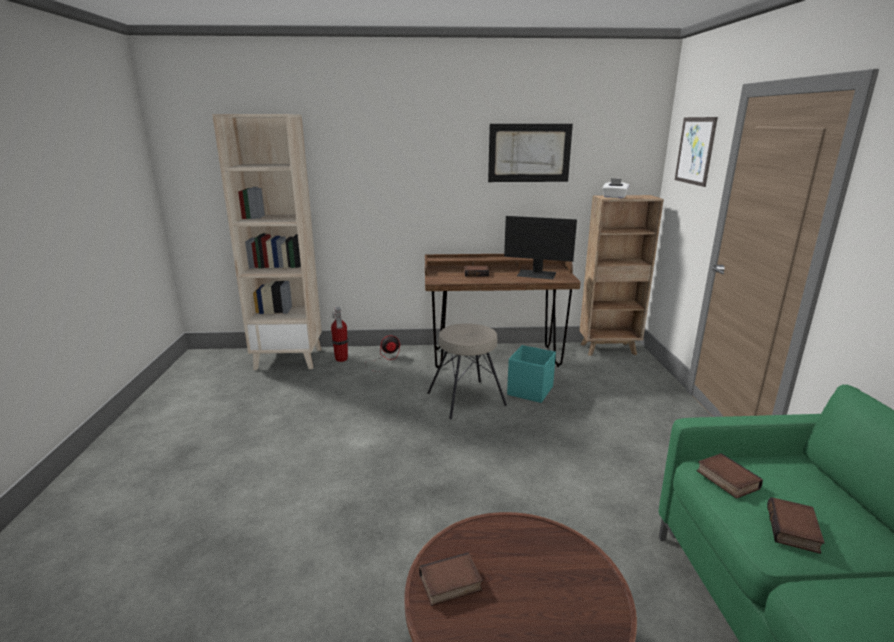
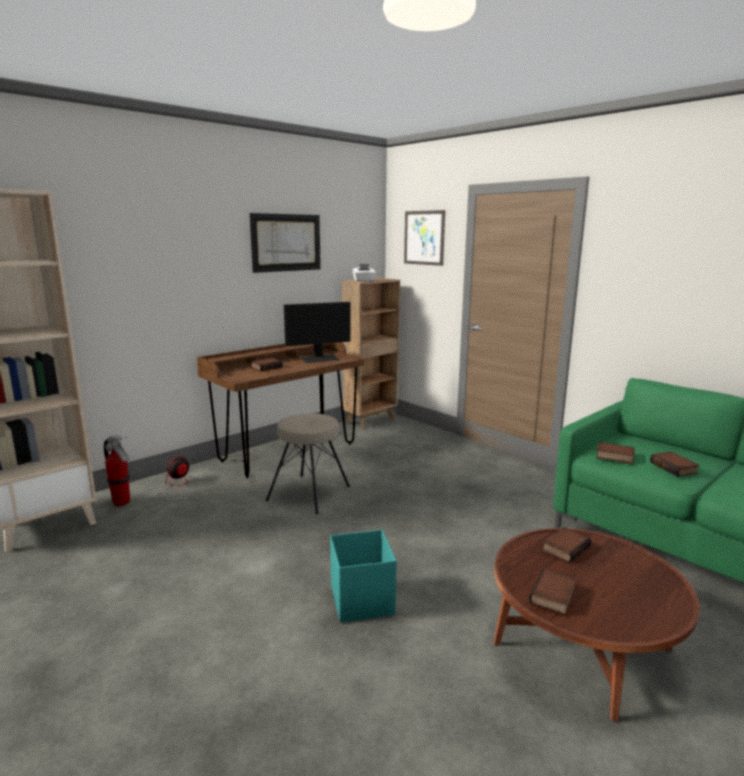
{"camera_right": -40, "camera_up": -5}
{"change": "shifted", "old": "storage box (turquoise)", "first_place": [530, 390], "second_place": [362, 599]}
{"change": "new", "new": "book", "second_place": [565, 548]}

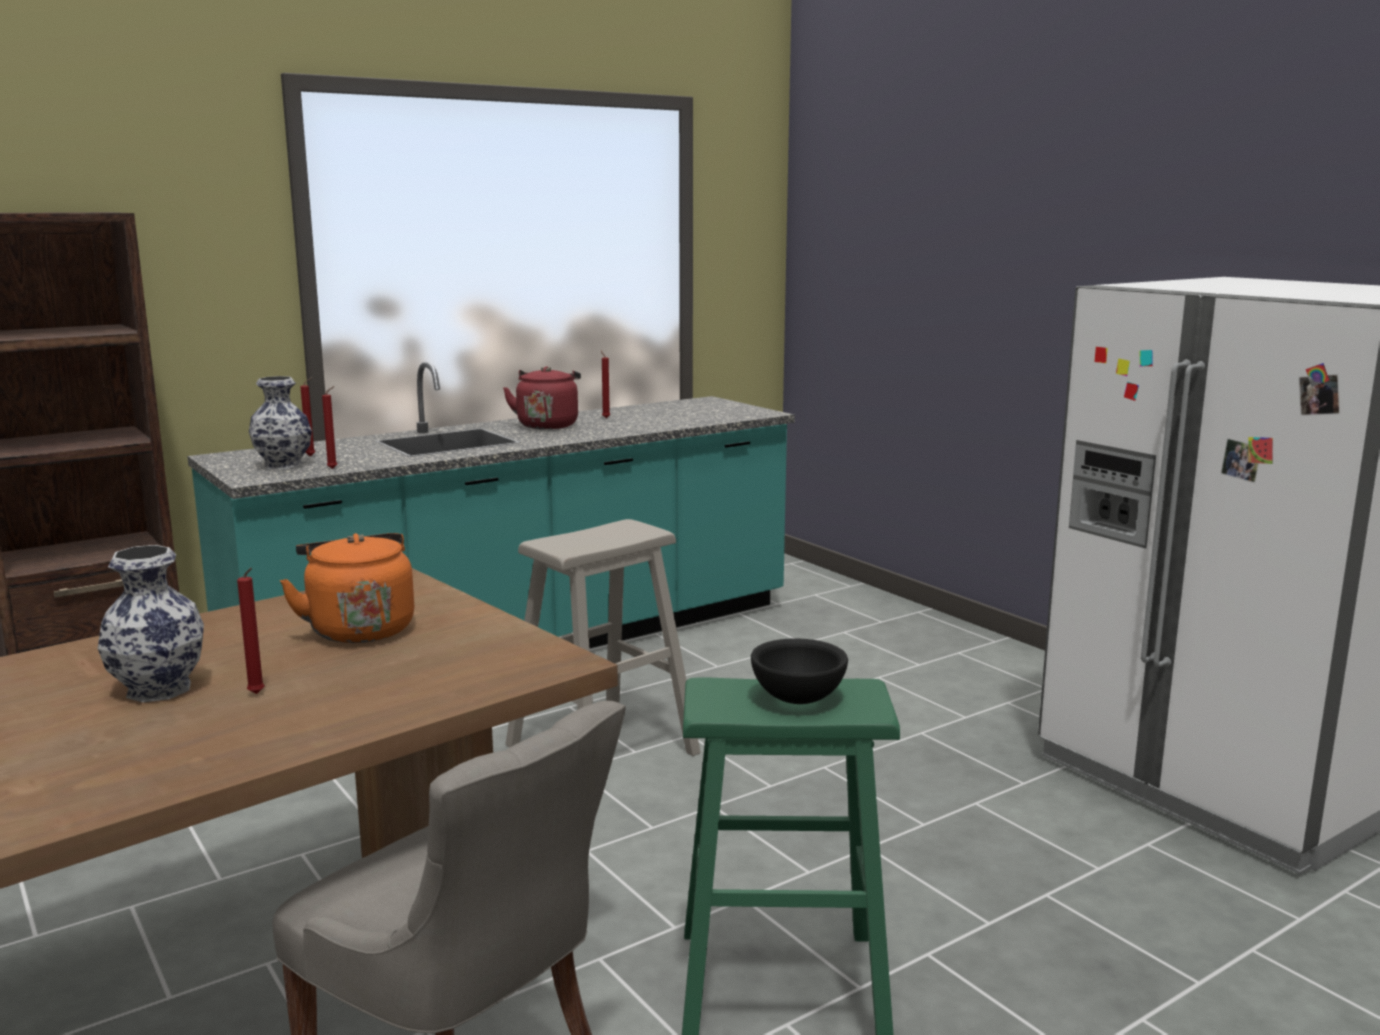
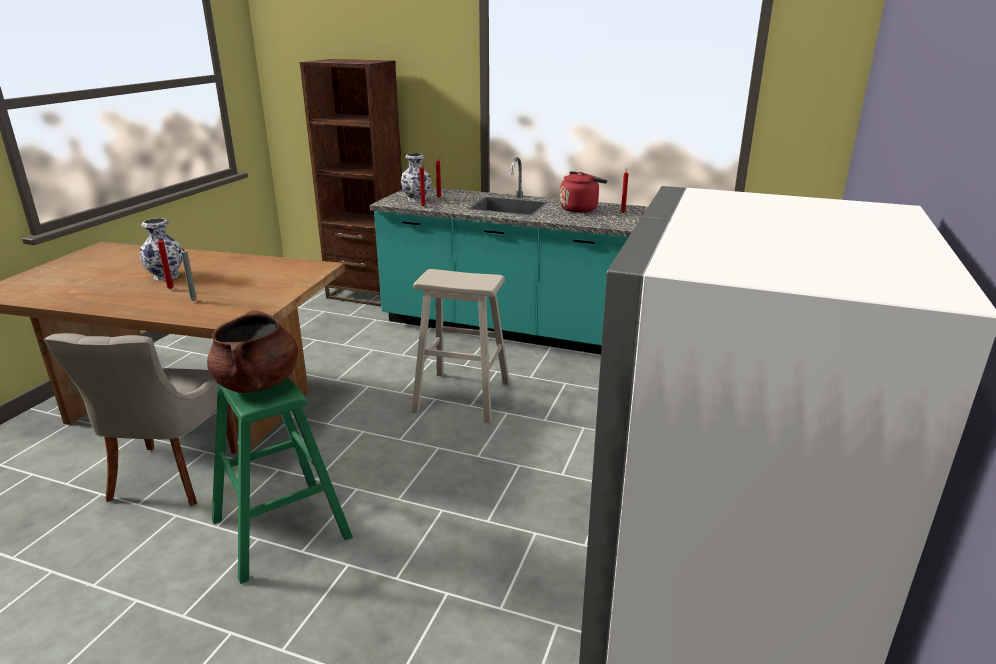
{"camera_right": 55, "camera_up": 10}
{"change": "new", "new": "candle (grey)", "second_place": [193, 301]}
{"change": "swapped", "old": "bowl (black)", "new": "cooking pot (brown)", "first_place": [799, 698], "second_place": [258, 383]}
{"change": "gone", "old": "kettle (orange)", "first_place": [359, 629]}

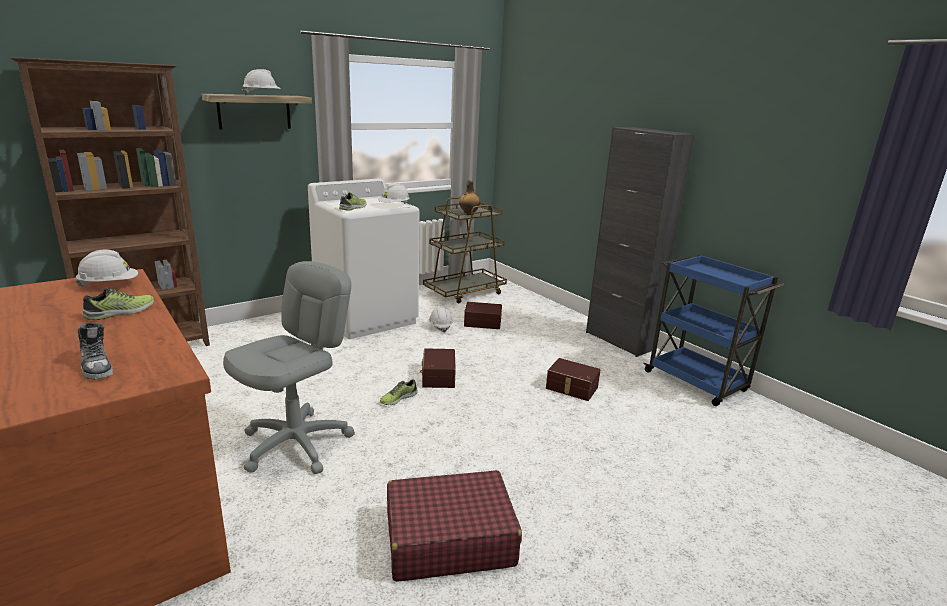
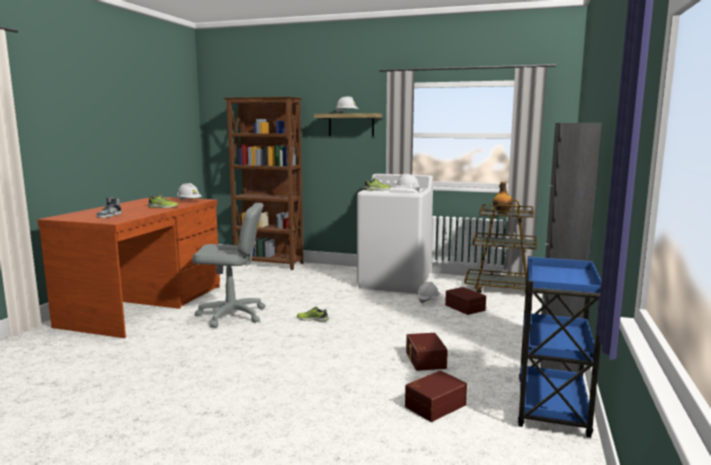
{"camera_right": 55, "camera_up": -10}
{"change": "shifted", "old": "storage box (brown)", "first_place": [437, 376], "second_place": [434, 405]}
{"change": "gone", "old": "suitcase (red)", "first_place": [448, 539]}

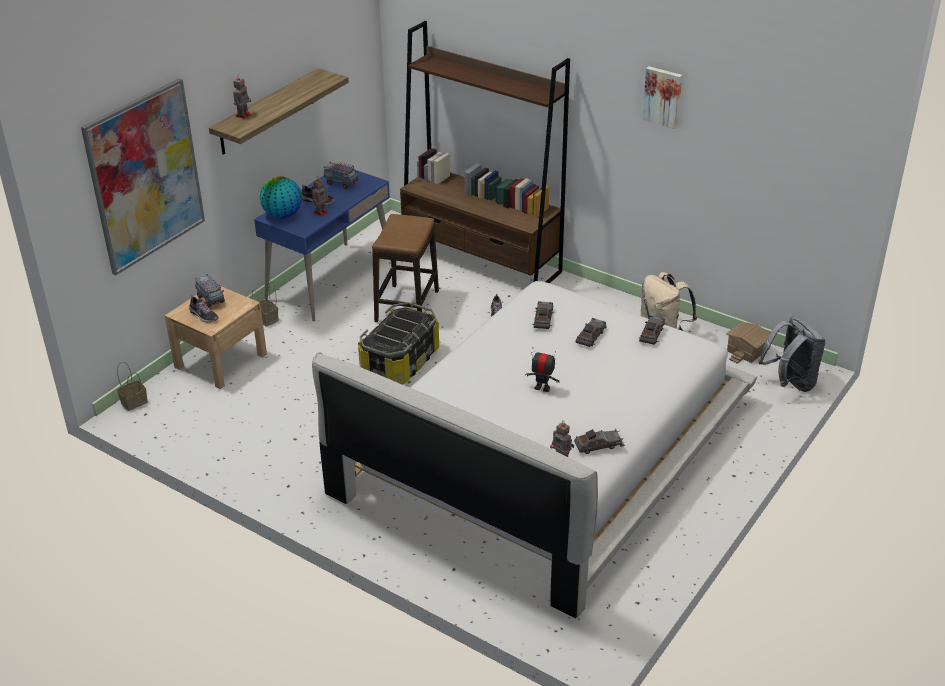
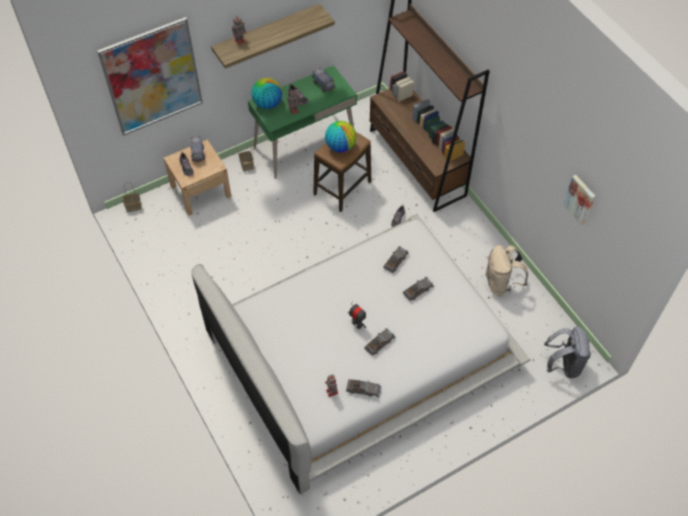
{"camera_right": 25, "camera_up": 20}
{"change": "repainted", "old": "desk (blue)", "new": "desk (green)", "first_place": [330, 281], "second_place": [304, 145]}
{"change": "new", "new": "globe", "second_place": [340, 146]}
{"change": "shifted", "old": "toy car (grey)", "first_place": [652, 333], "second_place": [380, 343]}
{"change": "shifted", "old": "picture", "first_place": [663, 96], "second_place": [580, 199]}
{"change": "gone", "old": "storage box", "first_place": [400, 363]}
{"change": "gone", "old": "toy house", "first_place": [747, 351]}

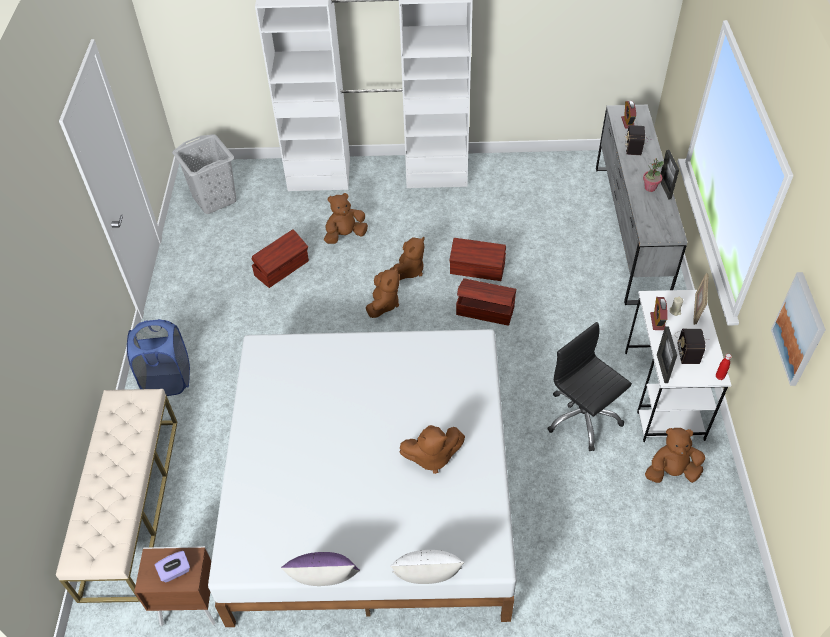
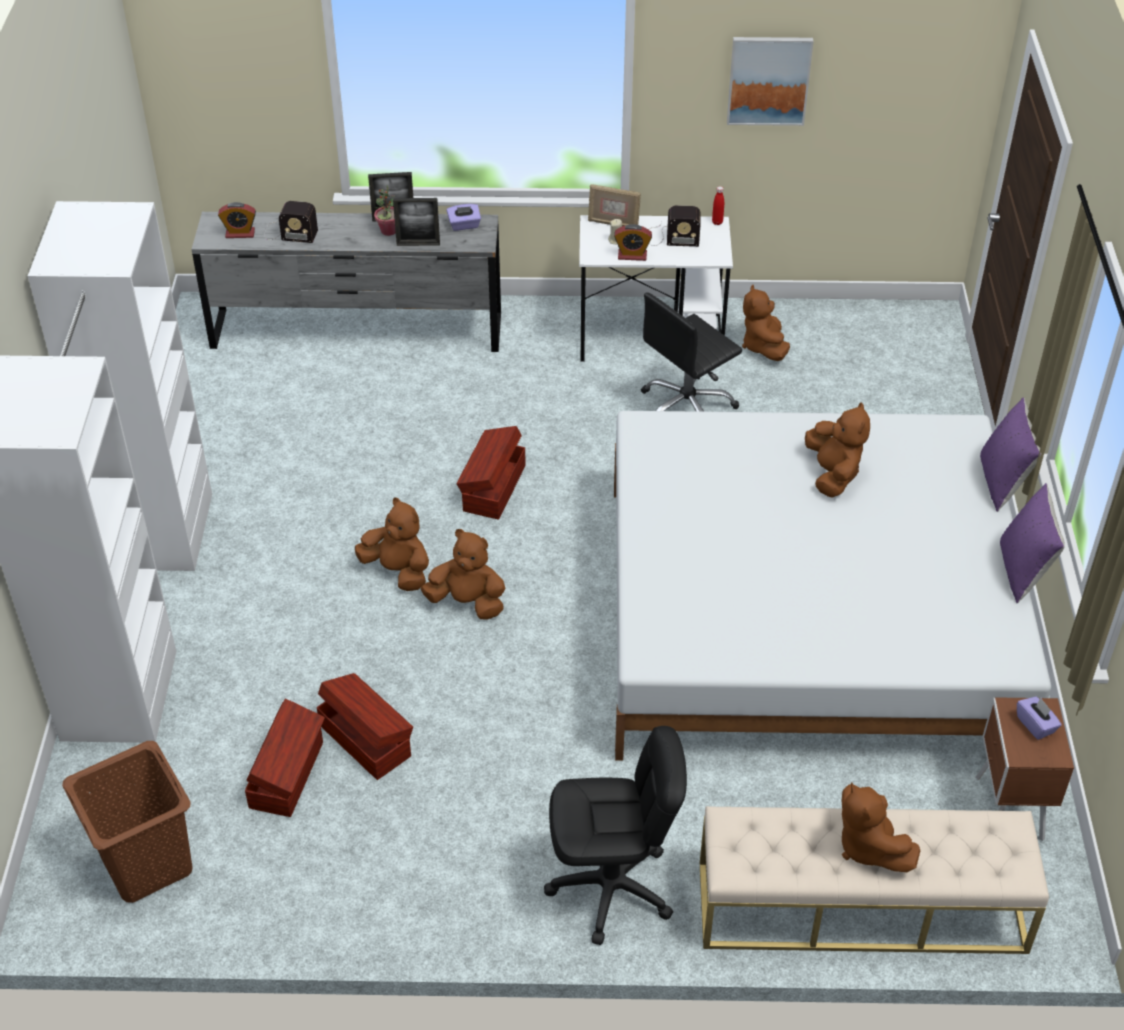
{"camera_right": -90, "camera_up": -5}
{"change": "repainted", "old": "laundry basket (grey)", "new": "laundry basket (brown)", "first_place": [215, 198], "second_place": [146, 863]}
{"change": "shifted", "old": "storage box (brown)", "first_place": [477, 269], "second_place": [288, 774]}
{"change": "shifted", "old": "picture frame", "first_place": [662, 368], "second_place": [418, 244]}
{"change": "new", "new": "tissue box (purple)", "second_place": [464, 225]}
{"change": "swapped", "old": "laundry basket (blue)", "new": "office chair (black)", "first_place": [167, 380], "second_place": [611, 888]}
{"change": "shifted", "old": "plush toy (brown)", "first_place": [345, 235], "second_place": [868, 846]}
{"change": "repainted", "old": "pillow (white)", "new": "pillow (purple)", "first_place": [427, 580], "second_place": [1002, 482]}

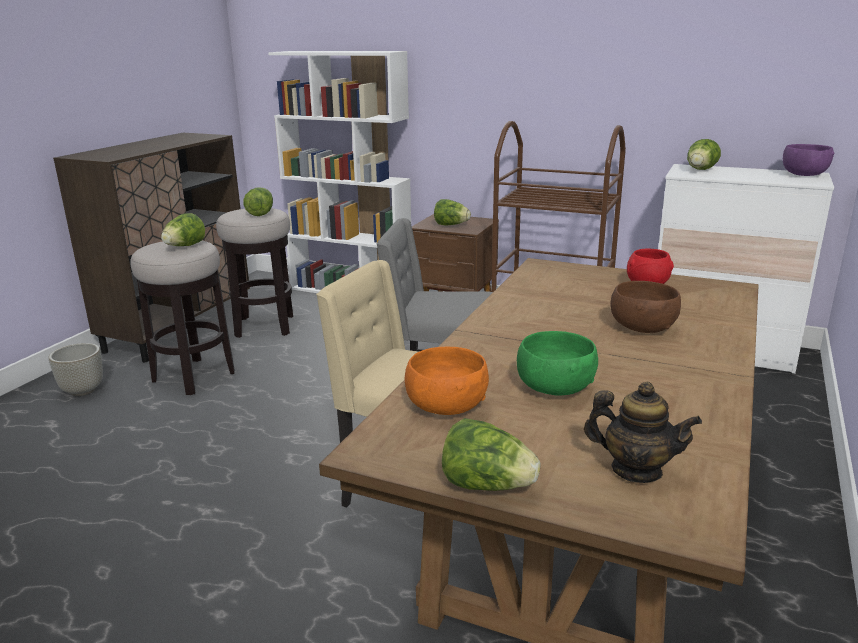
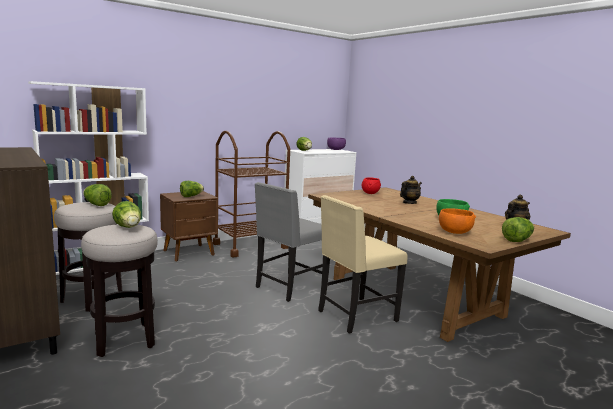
{"camera_right": -60, "camera_up": -10}
{"change": "swapped", "old": "bowl (brown)", "new": "teapot", "first_place": [641, 328], "second_place": [409, 203]}
{"change": "gone", "old": "planter (grey)", "first_place": [83, 390]}

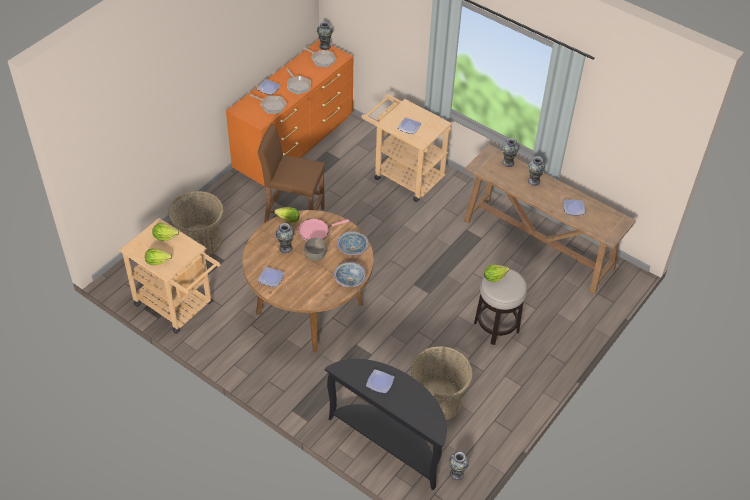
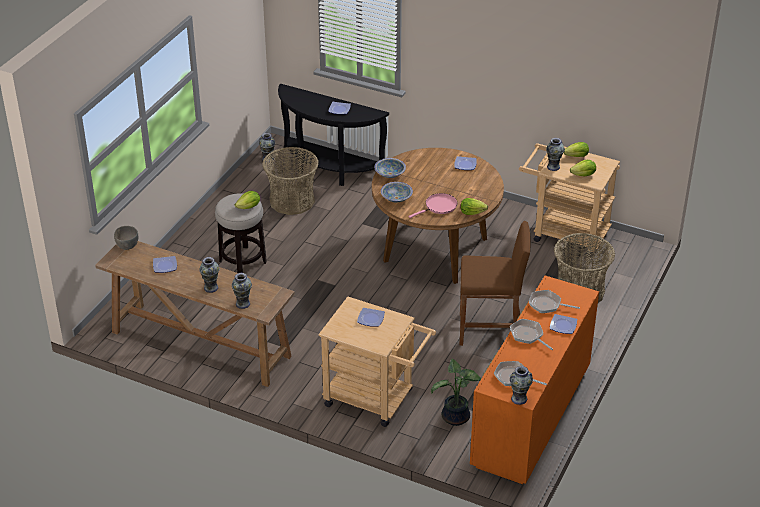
{"camera_right": 170, "camera_up": -10}
{"change": "shifted", "old": "bowl (grey)", "first_place": [315, 256], "second_place": [127, 246]}
{"change": "new", "new": "potted plant", "second_place": [455, 418]}
{"change": "shifted", "old": "vase", "first_place": [285, 248], "second_place": [553, 167]}

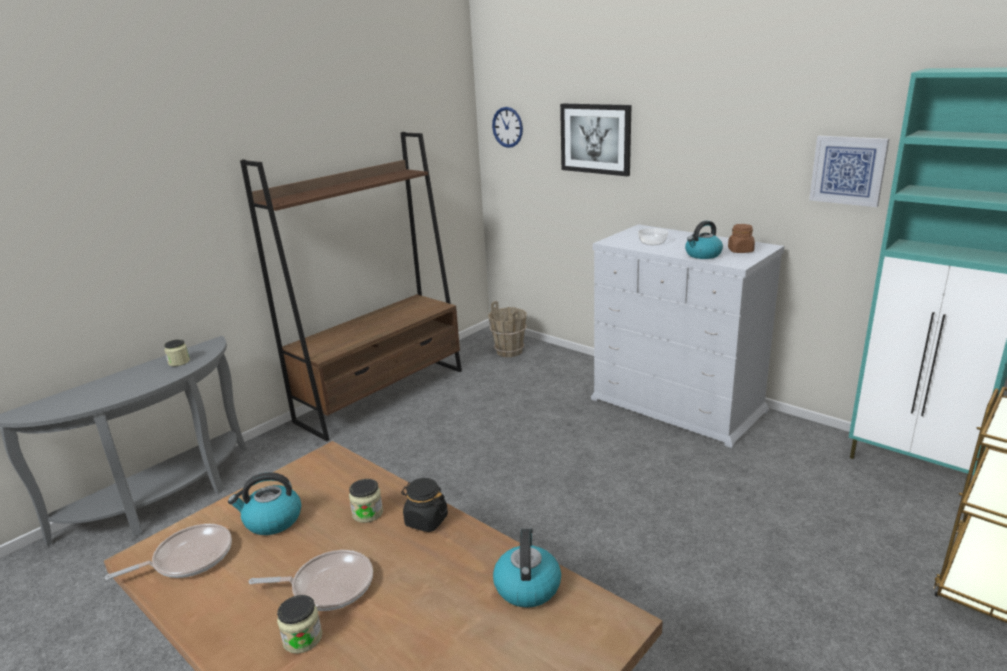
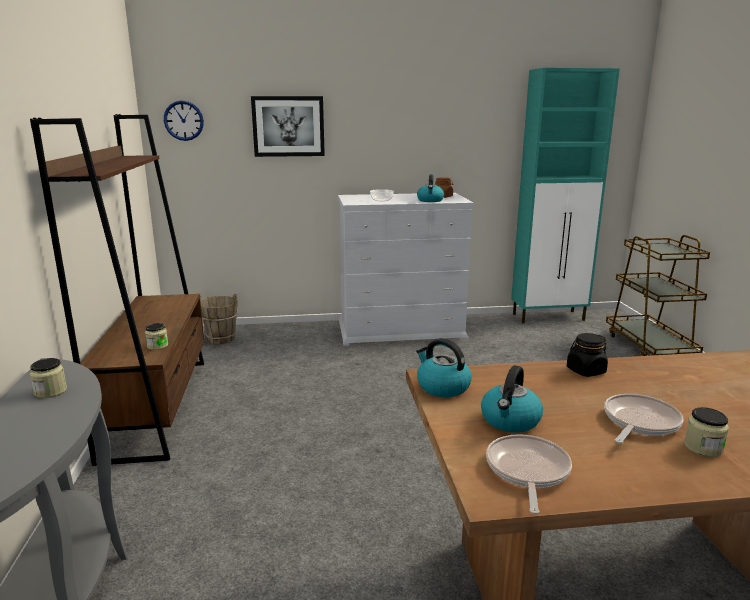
{"camera_right": -50, "camera_up": -5}
{"change": "shifted", "old": "jar", "first_place": [367, 513], "second_place": [157, 346]}
{"change": "shifted", "old": "kettle", "first_place": [527, 586], "second_place": [442, 387]}
{"change": "gone", "old": "picture", "first_place": [848, 170]}

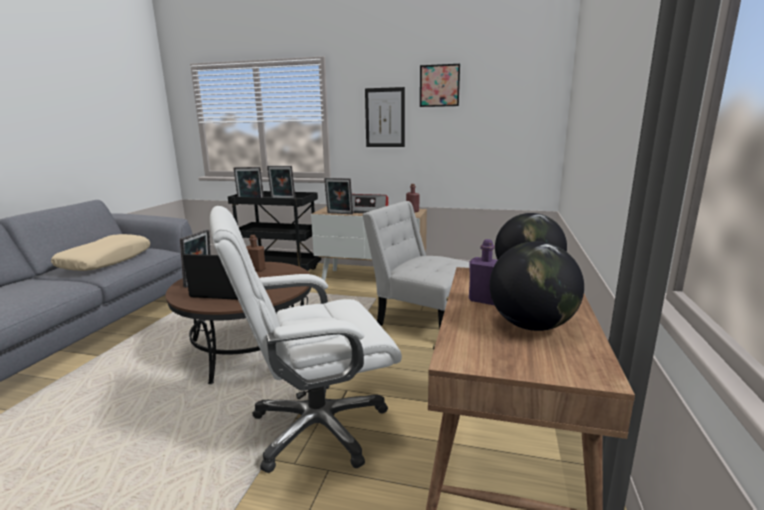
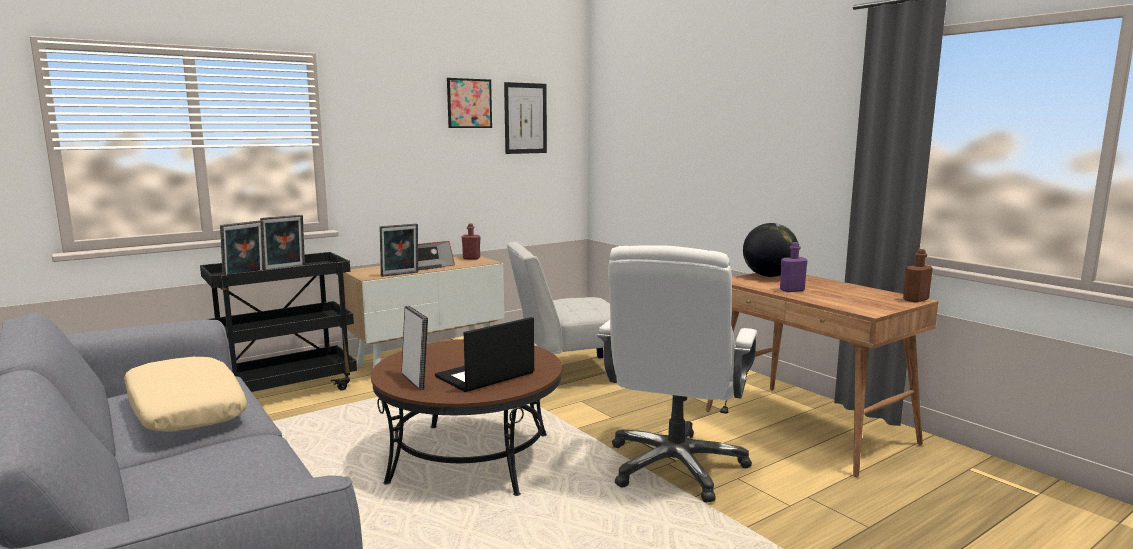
{"camera_right": -50, "camera_up": -5}
{"change": "shifted", "old": "picture", "first_place": [385, 118], "second_place": [525, 118]}
{"change": "shifted", "old": "bottle (brown)", "first_place": [256, 269], "second_place": [915, 300]}
{"change": "gone", "old": "globe", "first_place": [531, 326]}

